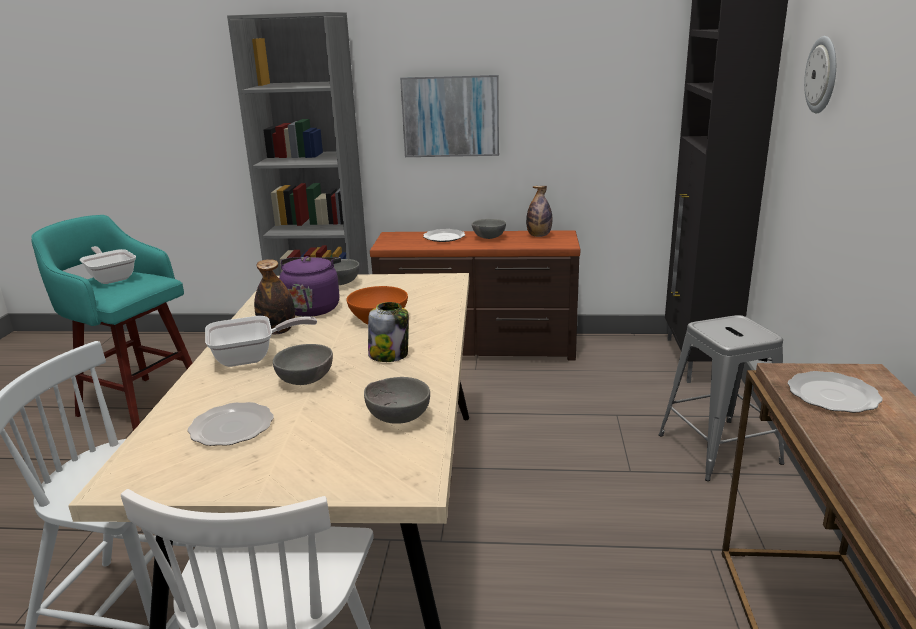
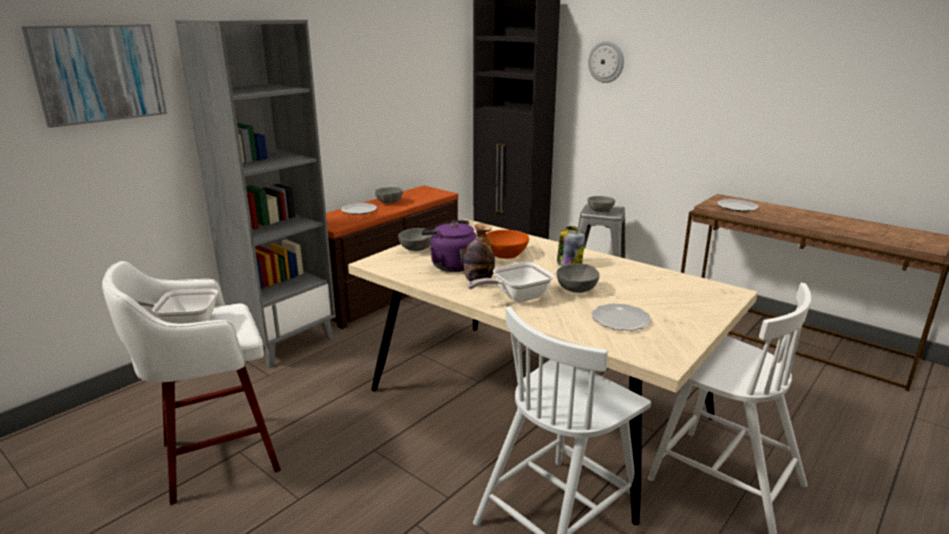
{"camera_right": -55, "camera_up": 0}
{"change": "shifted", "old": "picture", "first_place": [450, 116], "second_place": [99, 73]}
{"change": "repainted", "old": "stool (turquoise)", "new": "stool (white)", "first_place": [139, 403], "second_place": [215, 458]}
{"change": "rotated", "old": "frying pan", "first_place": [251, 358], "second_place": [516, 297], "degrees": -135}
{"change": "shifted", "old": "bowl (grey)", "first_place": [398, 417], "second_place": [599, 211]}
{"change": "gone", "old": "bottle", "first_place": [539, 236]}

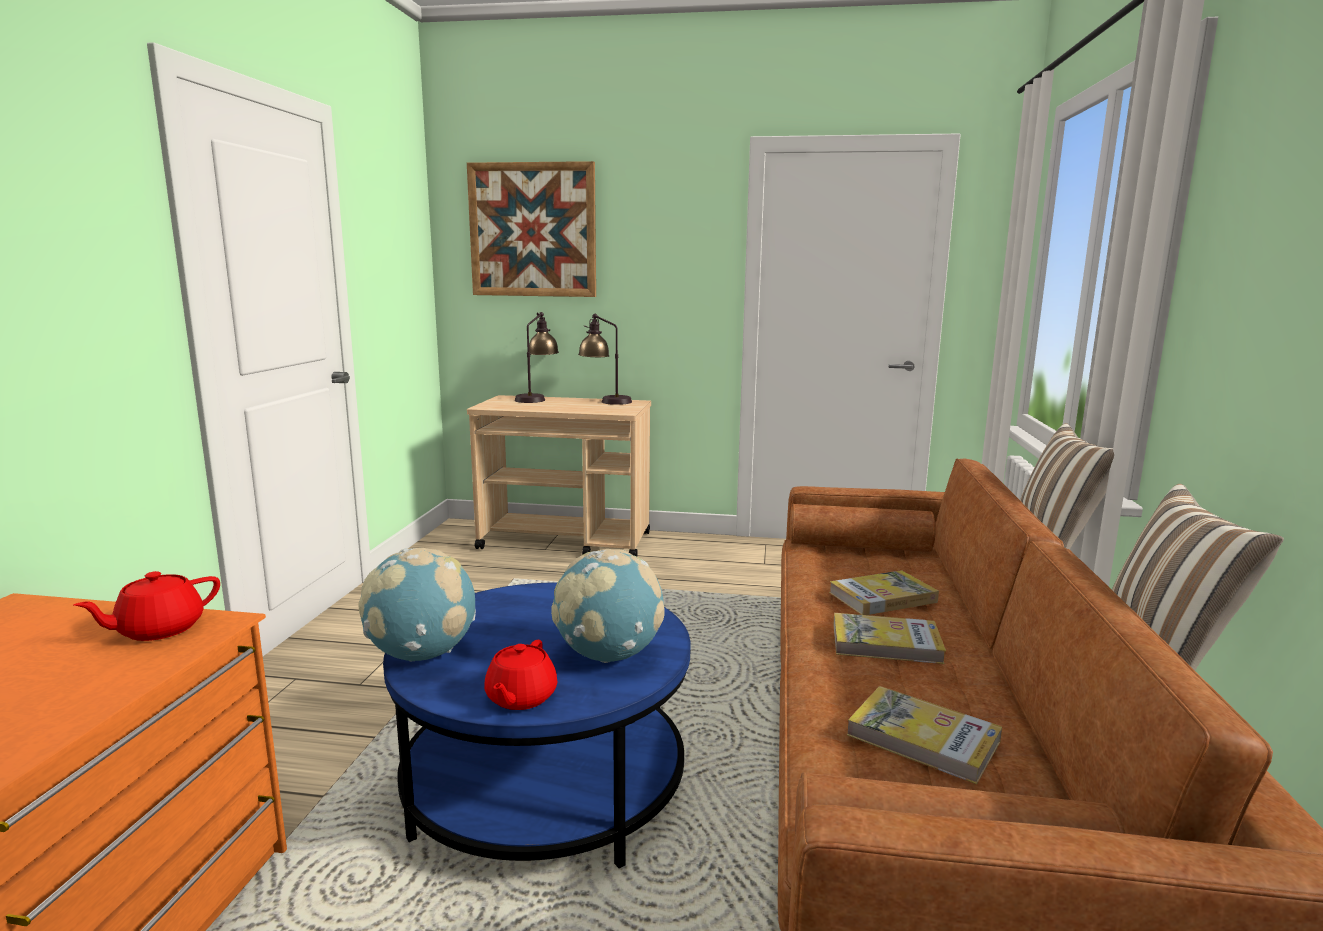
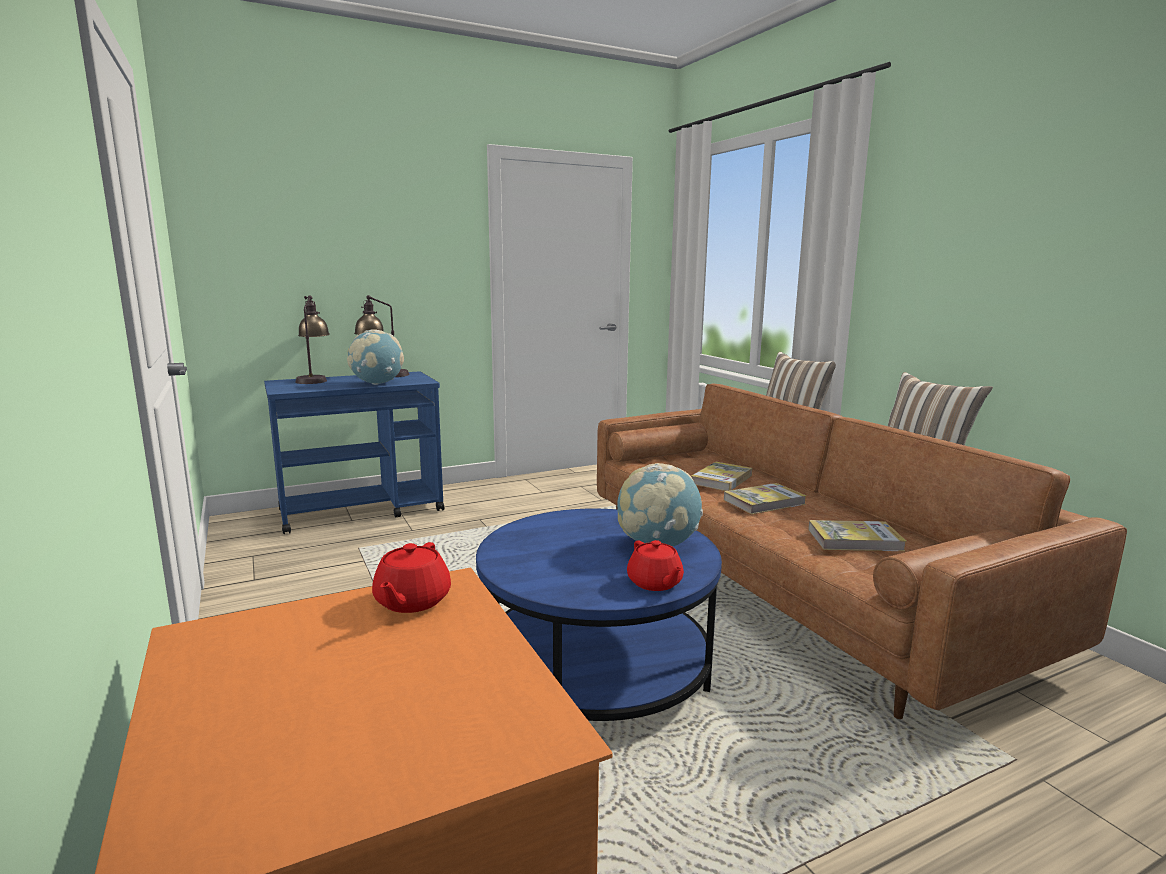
{"camera_right": -35, "camera_up": 0}
{"change": "repainted", "old": "cart (beige)", "new": "cart (blue)", "first_place": [567, 541], "second_place": [362, 510]}
{"change": "shifted", "old": "globe", "first_place": [422, 654], "second_place": [377, 383]}
{"change": "gone", "old": "picture", "first_place": [532, 230]}

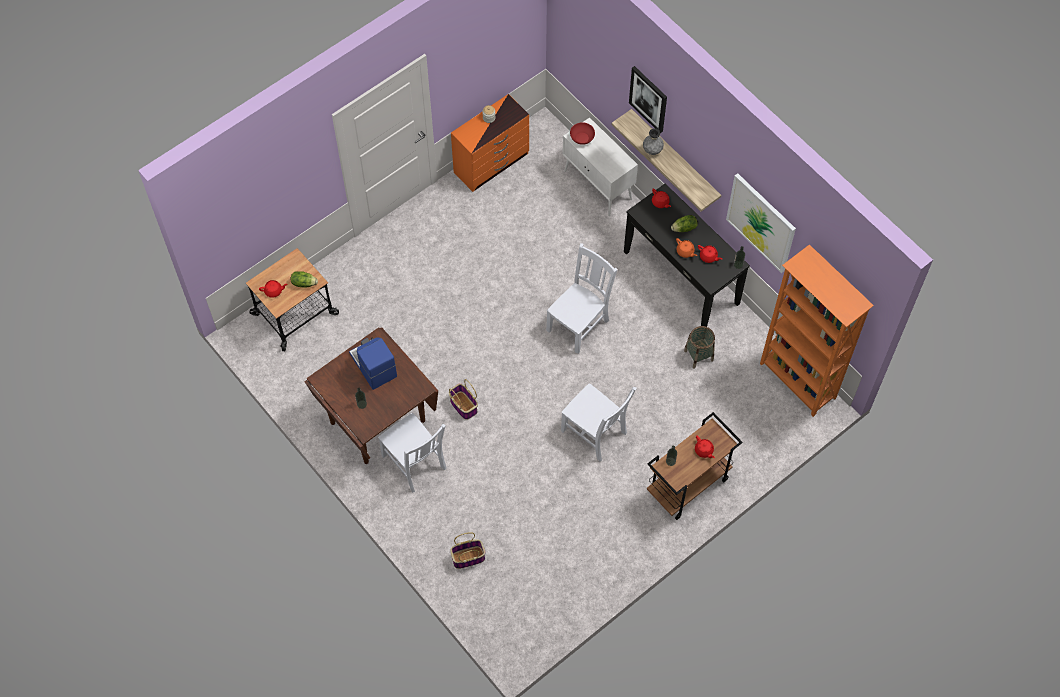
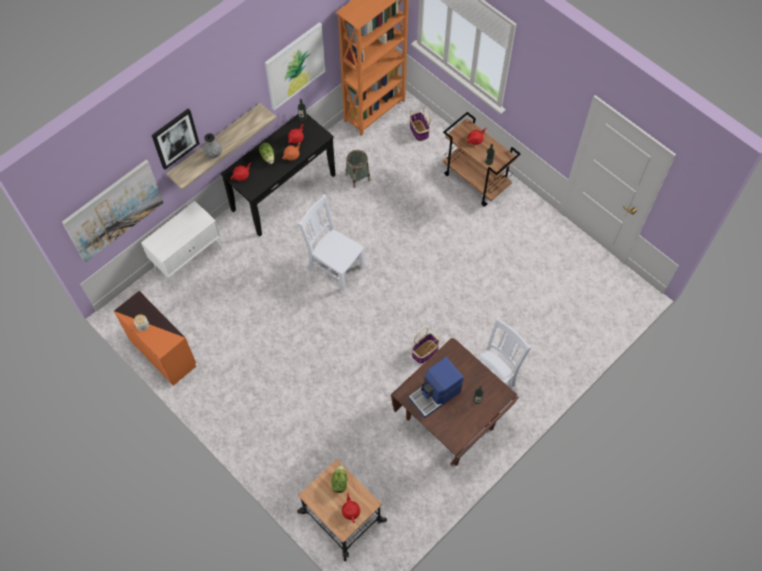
{"camera_right": -95, "camera_up": 0}
{"change": "new", "new": "picture", "second_place": [114, 210]}
{"change": "shifted", "old": "basket", "first_place": [468, 557], "second_place": [418, 130]}
{"change": "gone", "old": "chair (white)", "first_place": [595, 433]}
{"change": "gone", "old": "bowl (red)", "first_place": [582, 138]}

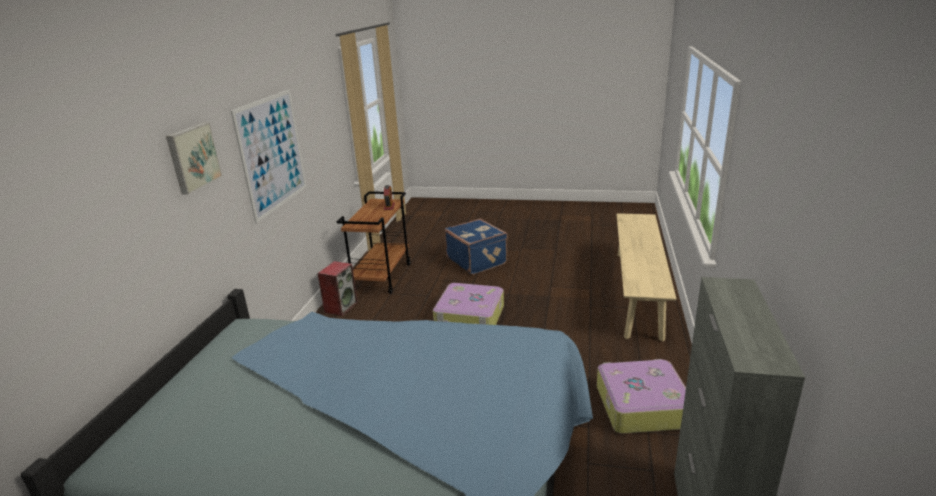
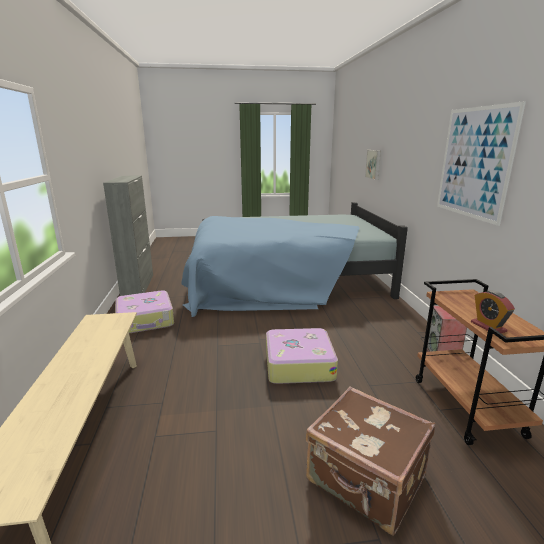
{"camera_right": 160, "camera_up": -5}
{"change": "repainted", "old": "suitcase (blue)", "new": "suitcase (brown)", "first_place": [477, 260], "second_place": [365, 481]}
{"change": "shifted", "old": "picture", "first_place": [192, 157], "second_place": [374, 164]}

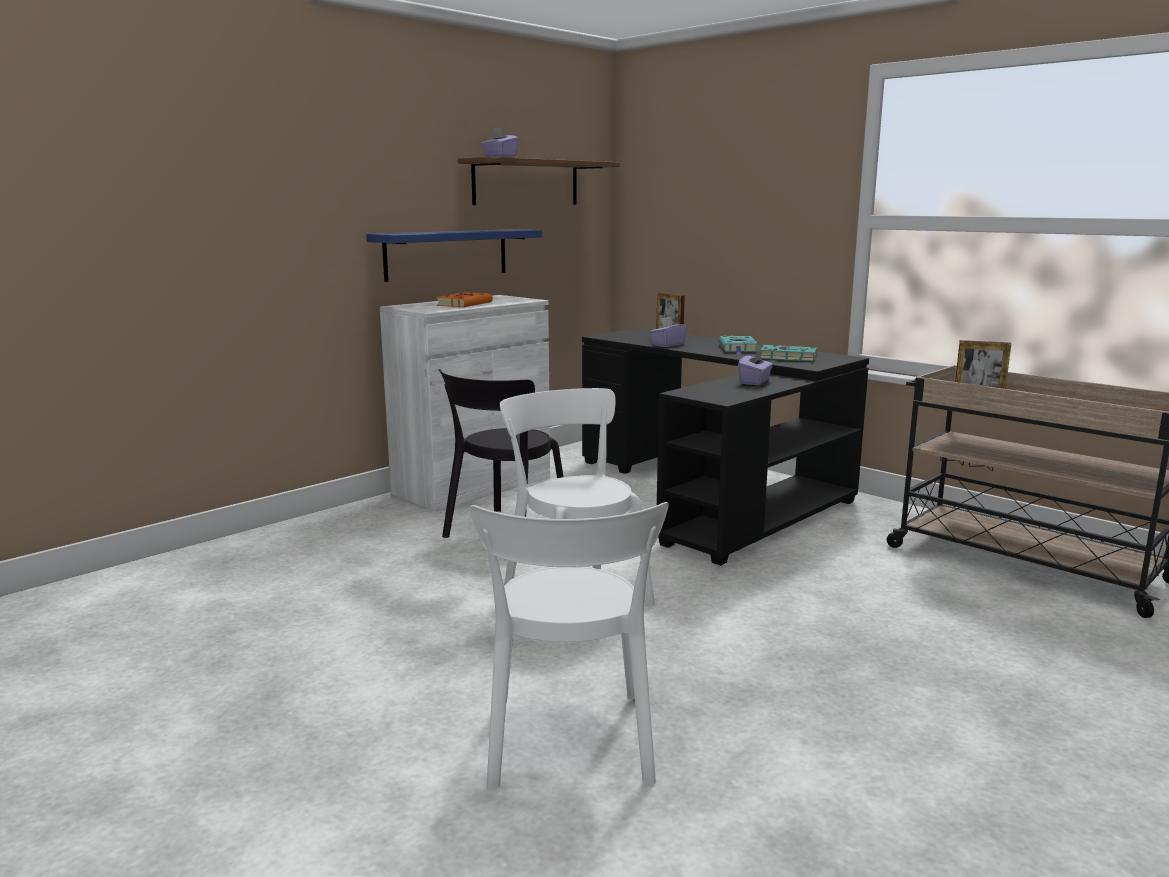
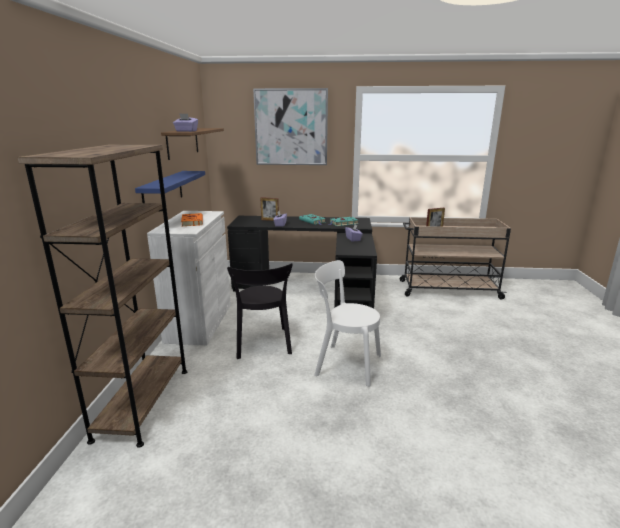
{"camera_right": -40, "camera_up": 5}
{"change": "new", "new": "bookcase (brown)", "second_place": [143, 403]}
{"change": "new", "new": "picture", "second_place": [291, 127]}
{"change": "gone", "old": "chair (white)", "first_place": [569, 746]}

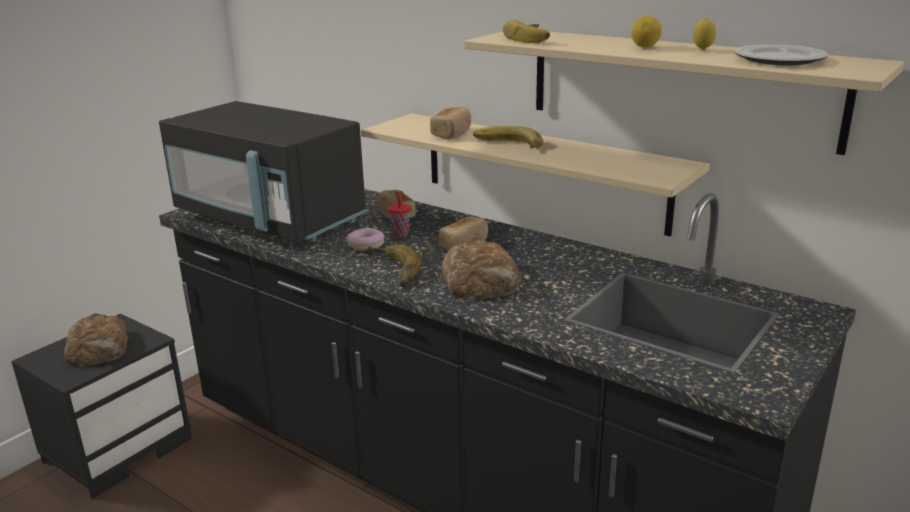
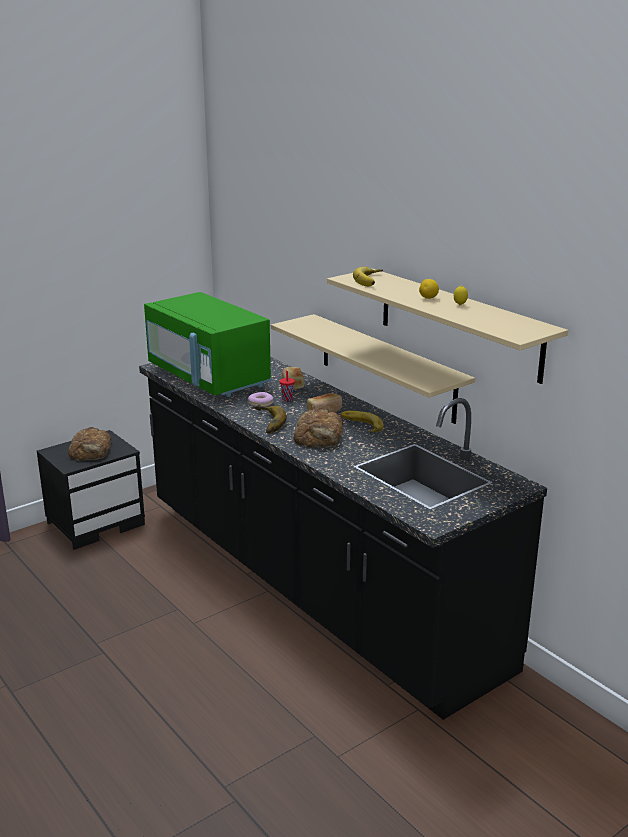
{"camera_right": 15, "camera_up": 0}
{"change": "repainted", "old": "microwave (black)", "new": "microwave (green)", "first_place": [270, 219], "second_place": [208, 377]}
{"change": "shifted", "old": "banana", "first_place": [507, 145], "second_place": [360, 426]}
{"change": "gone", "old": "bread", "first_place": [452, 133]}
{"change": "gone", "old": "plate", "first_place": [779, 59]}

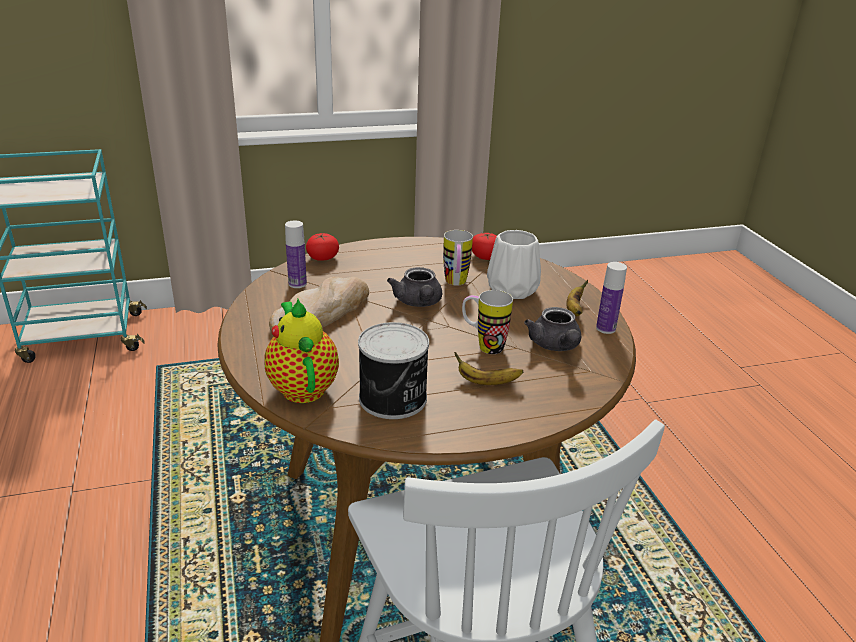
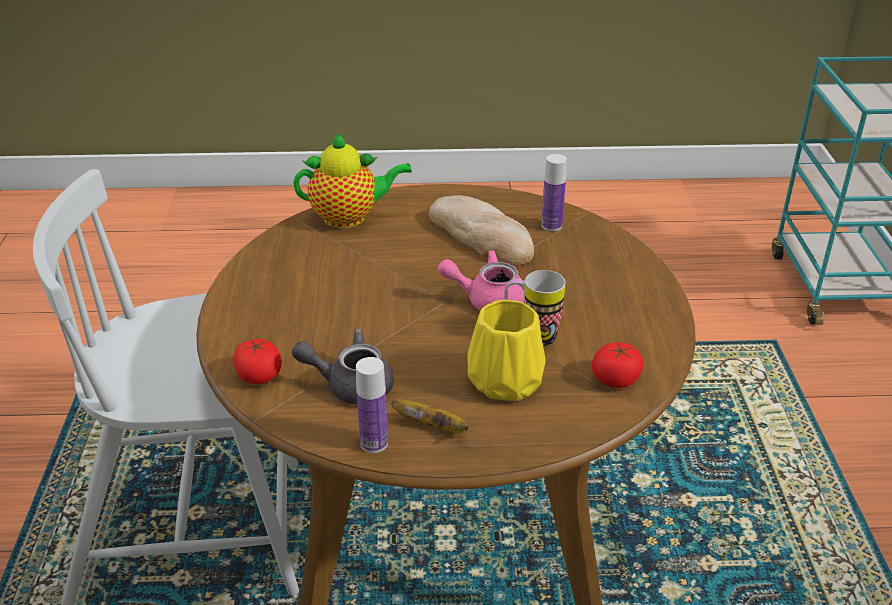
{"camera_right": 105, "camera_up": 5}
{"change": "shifted", "old": "tomato", "first_place": [322, 257], "second_place": [259, 375]}
{"change": "repainted", "old": "teapot (grey)", "new": "teapot (pink)", "first_place": [418, 303], "second_place": [487, 300]}
{"change": "repainted", "old": "vase (white)", "new": "vase (yellow)", "first_place": [512, 289], "second_place": [507, 382]}
{"change": "gone", "old": "can", "first_place": [394, 399]}
{"change": "gone", "old": "banana", "first_place": [486, 382]}
{"change": "gone", "old": "mug", "first_place": [483, 346]}

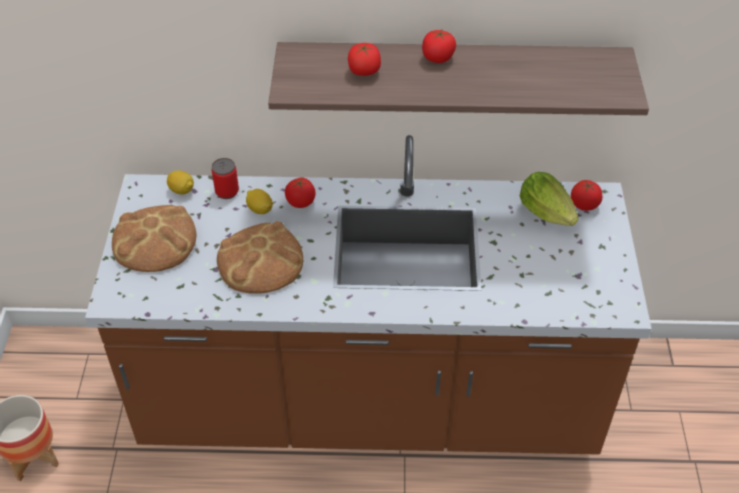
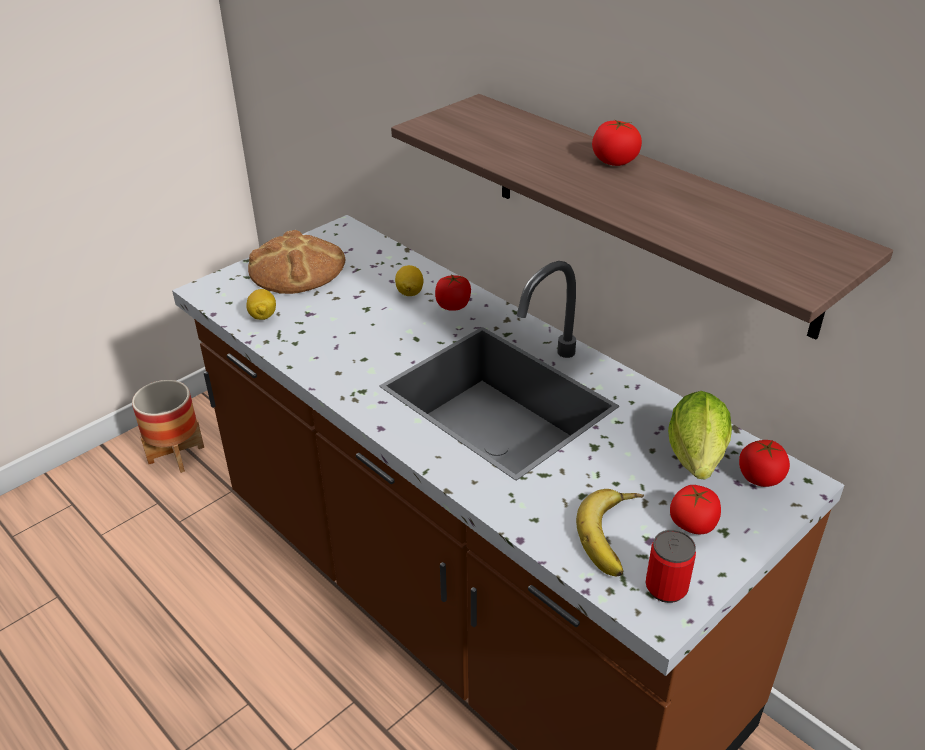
{"camera_right": 45, "camera_up": -10}
{"change": "shifted", "old": "lemon", "first_place": [182, 190], "second_place": [263, 316]}
{"change": "new", "new": "banana", "second_place": [617, 536]}
{"change": "shifted", "old": "can", "first_place": [227, 191], "second_place": [666, 587]}
{"change": "shifted", "old": "tomato", "first_place": [364, 71], "second_place": [693, 524]}
{"change": "gone", "old": "bread", "first_place": [260, 261]}

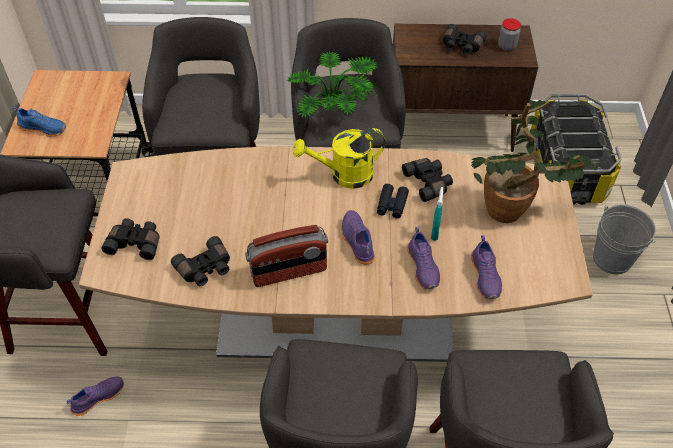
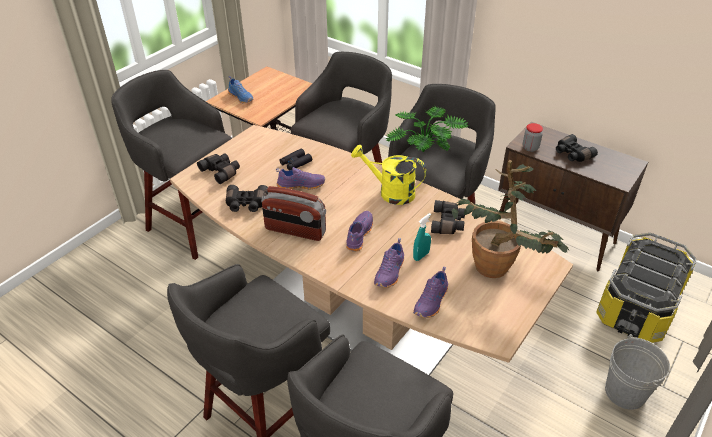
{"camera_right": 35, "camera_up": -10}
{"change": "shifted", "old": "shoe (purple)", "first_place": [98, 397], "second_place": [301, 184]}
{"change": "shifted", "old": "binoculars (black)", "first_place": [392, 205], "second_place": [295, 163]}
{"change": "shifted", "old": "jar", "first_place": [506, 46], "second_place": [530, 148]}

